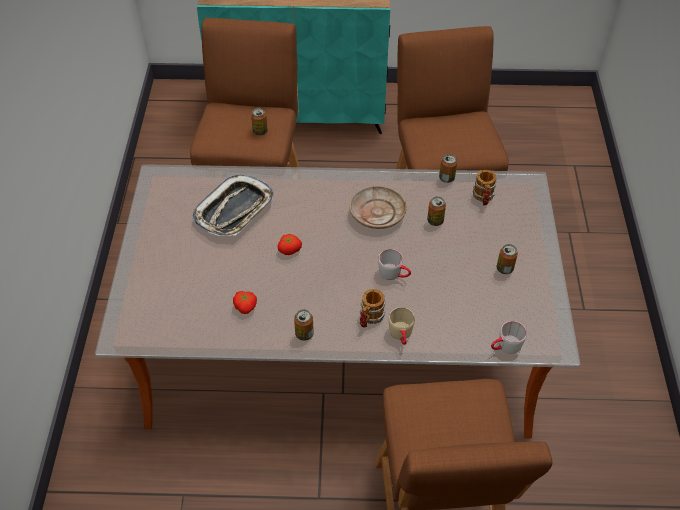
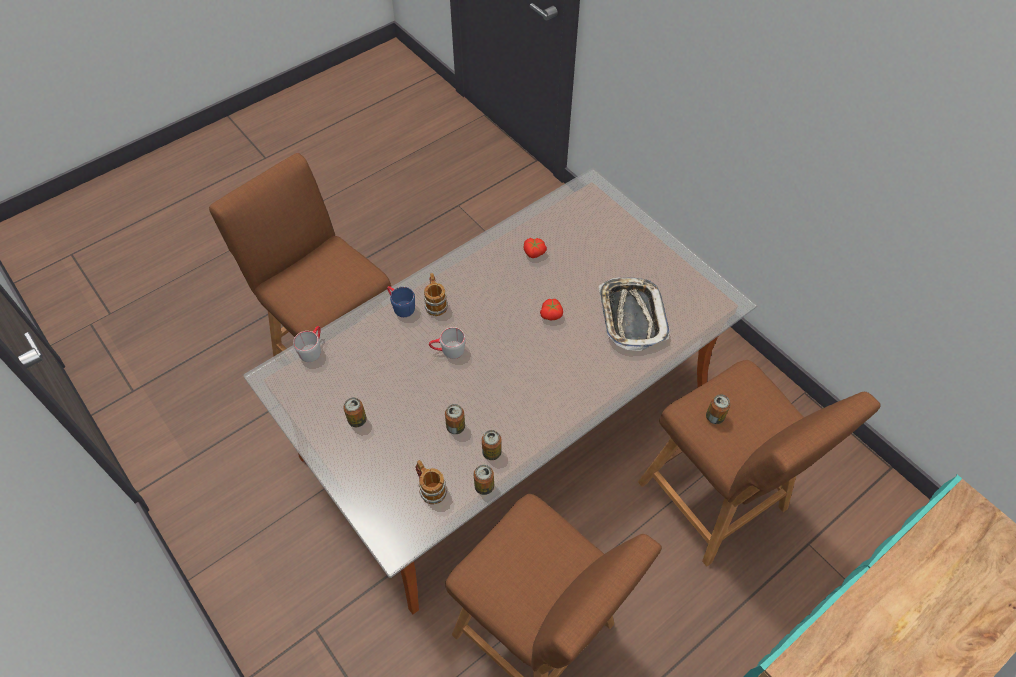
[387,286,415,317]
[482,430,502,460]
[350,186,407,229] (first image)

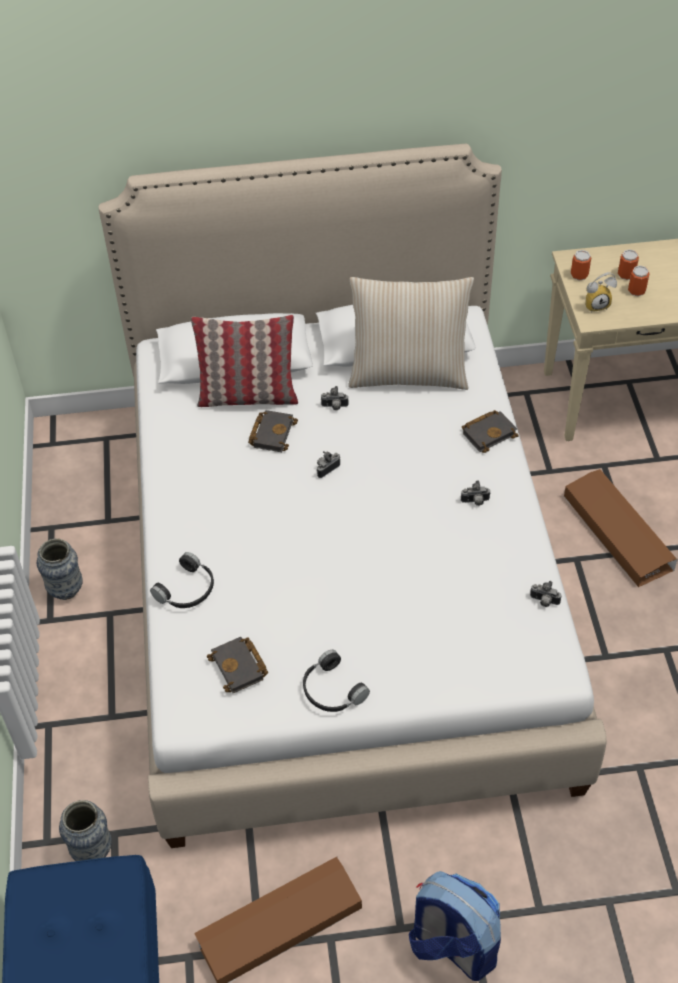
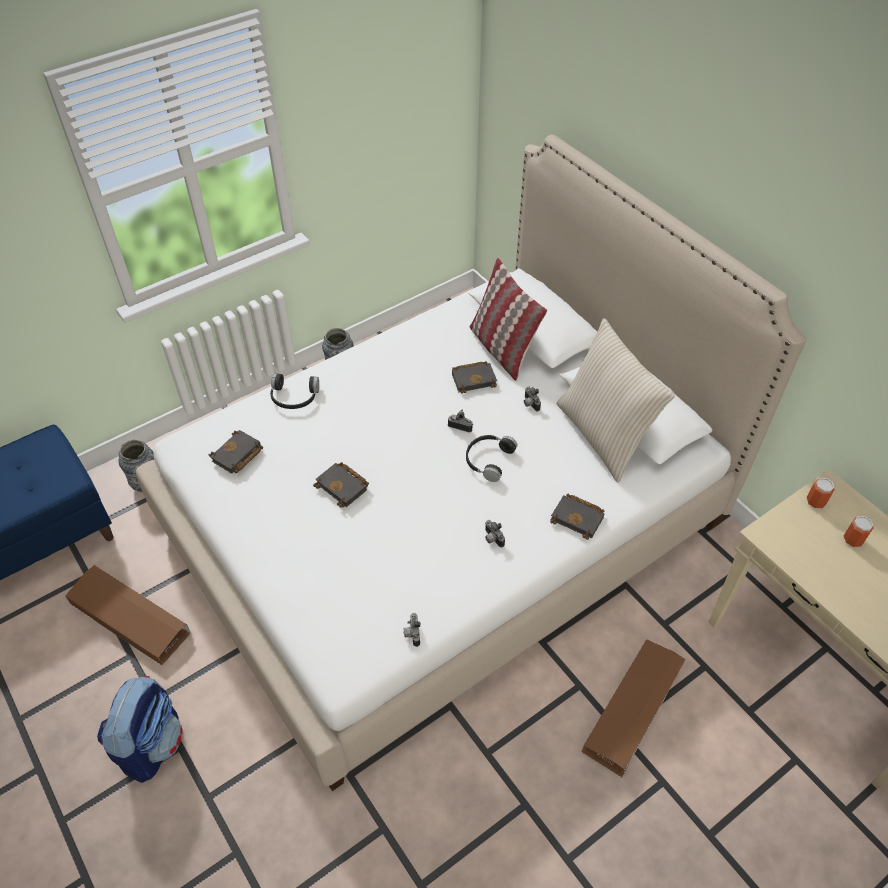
[313,462,369,508]
[466,435,518,482]
[585,272,617,313] (first image)
[628,266,650,296] (first image)

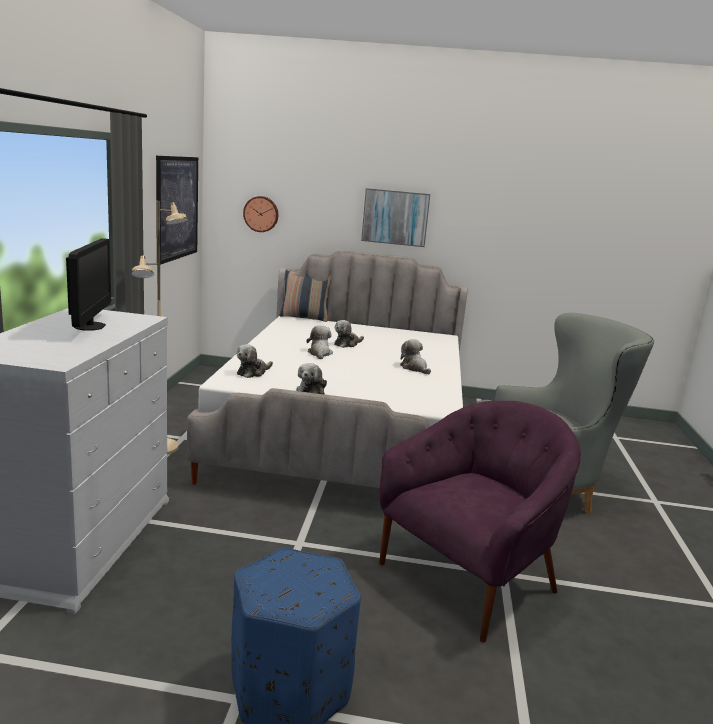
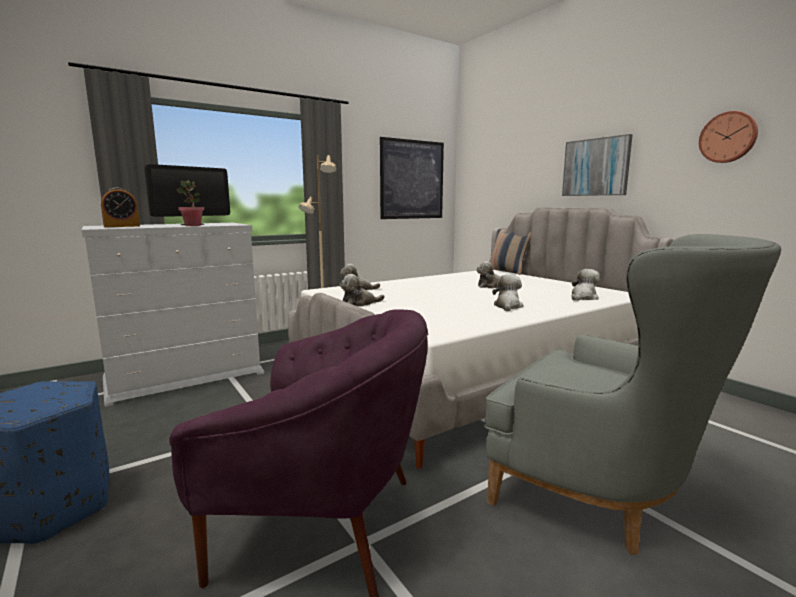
[101,188,140,227]
[177,180,204,226]
[572,269,600,301]
[699,111,758,163]

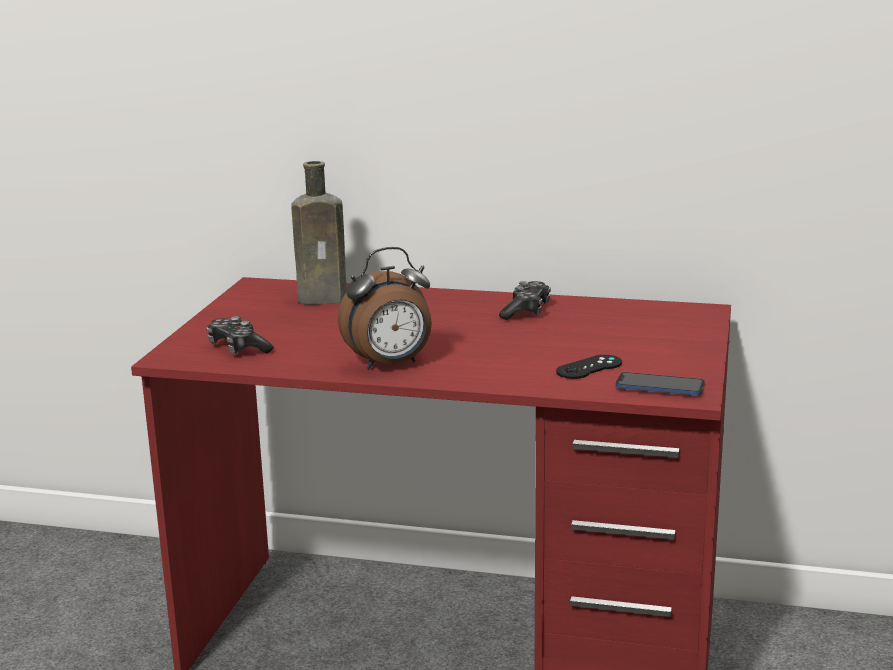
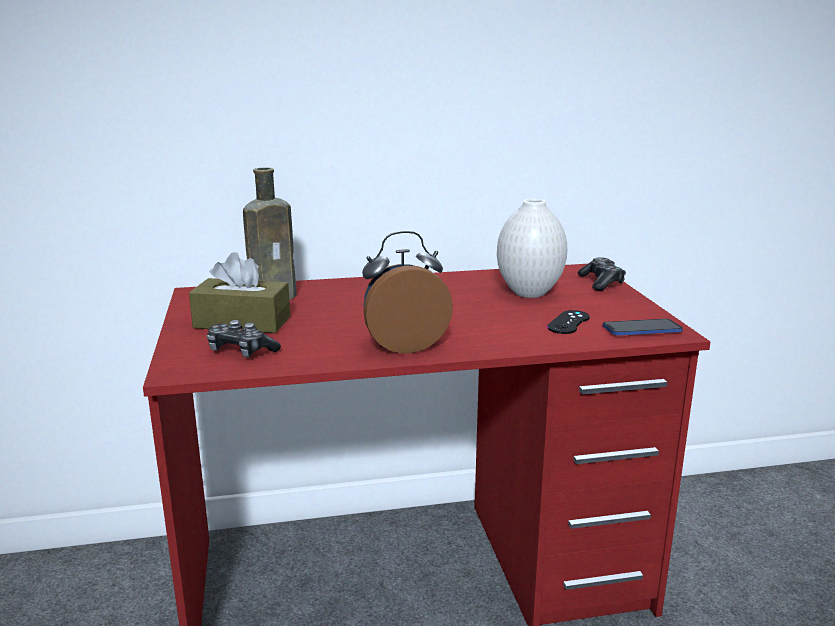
[189,252,290,333]
[362,231,453,353]
[497,198,567,298]
[578,258,626,291]

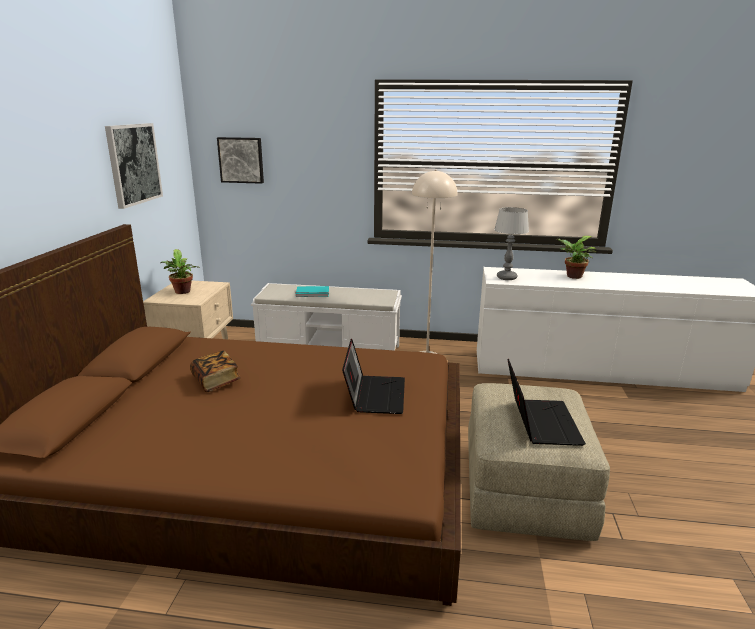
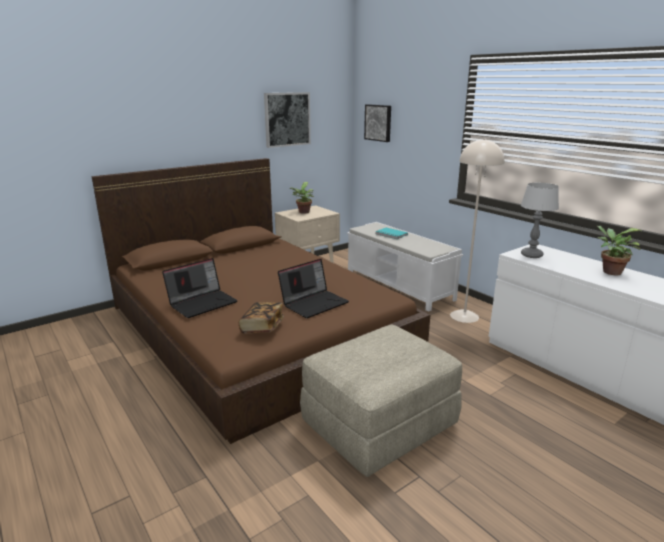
[162,258,238,318]
[239,302,284,334]

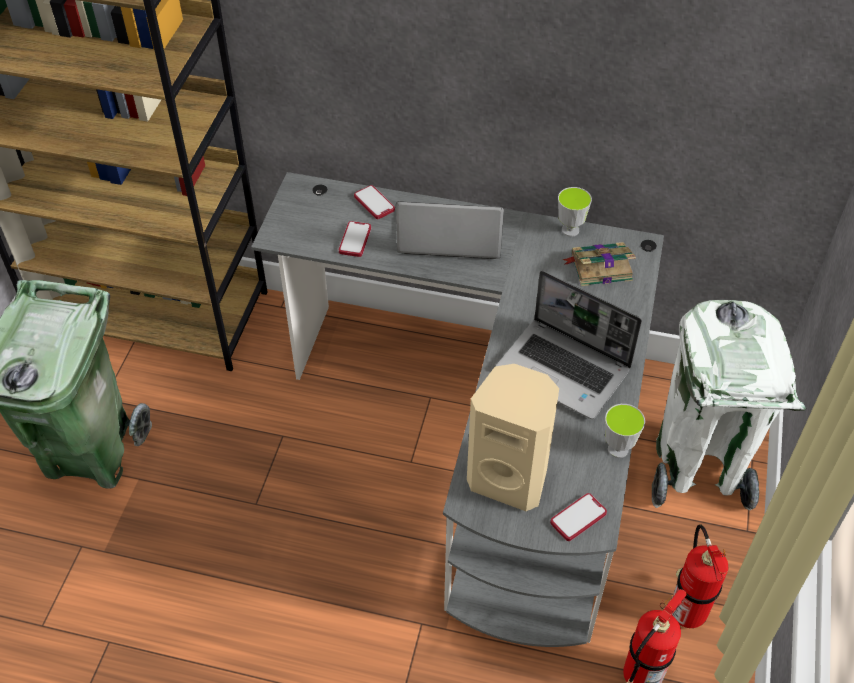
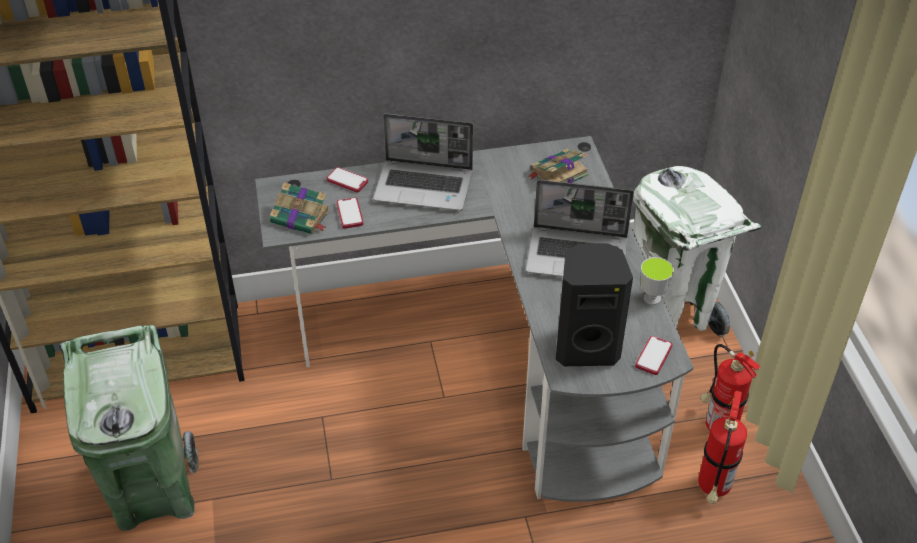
[270,182,330,234]
[373,114,473,211]
[556,243,633,366]
[558,187,592,237] (first image)

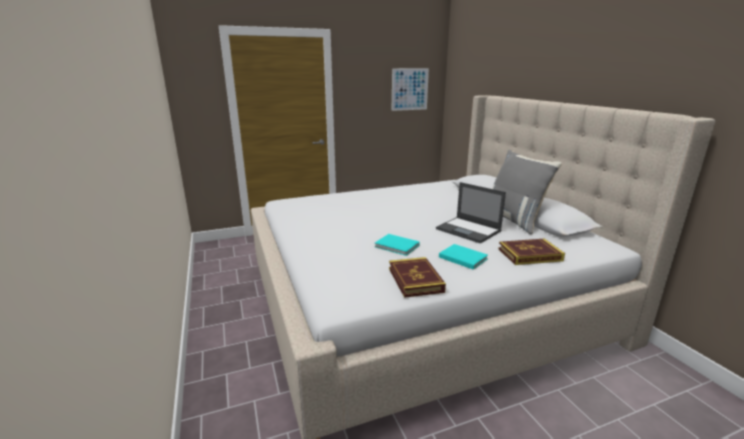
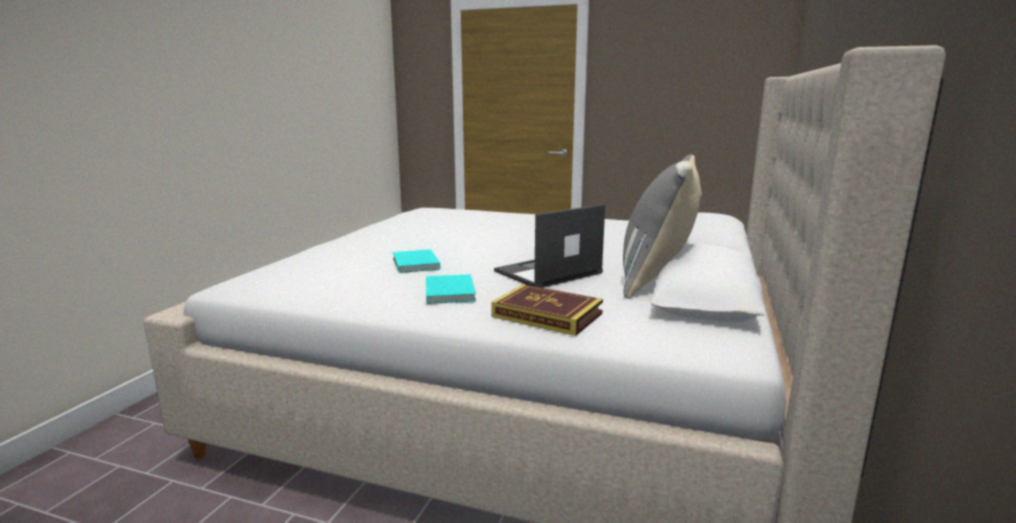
[494,204,605,288]
[389,257,446,298] (first image)
[392,68,429,111] (first image)

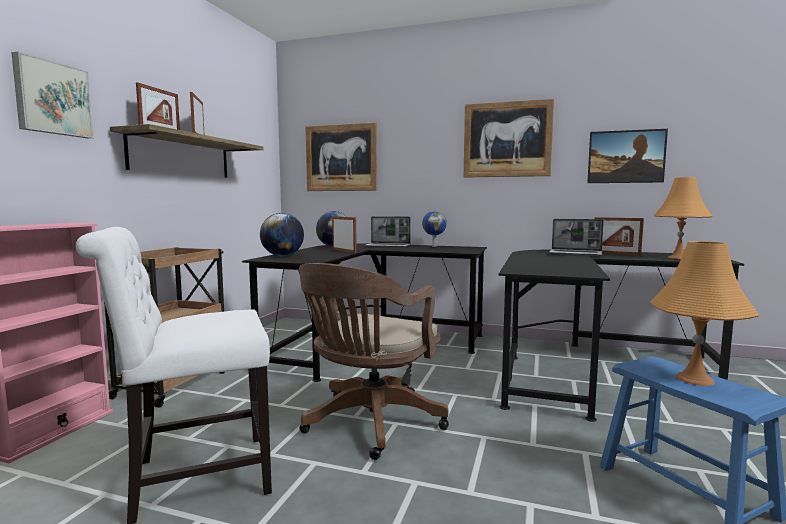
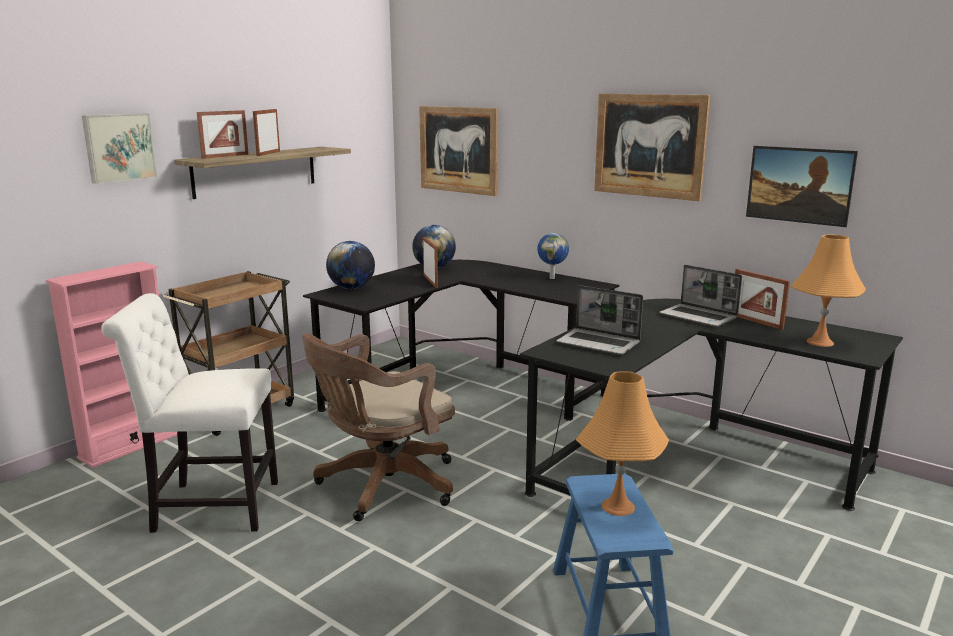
[556,285,643,355]

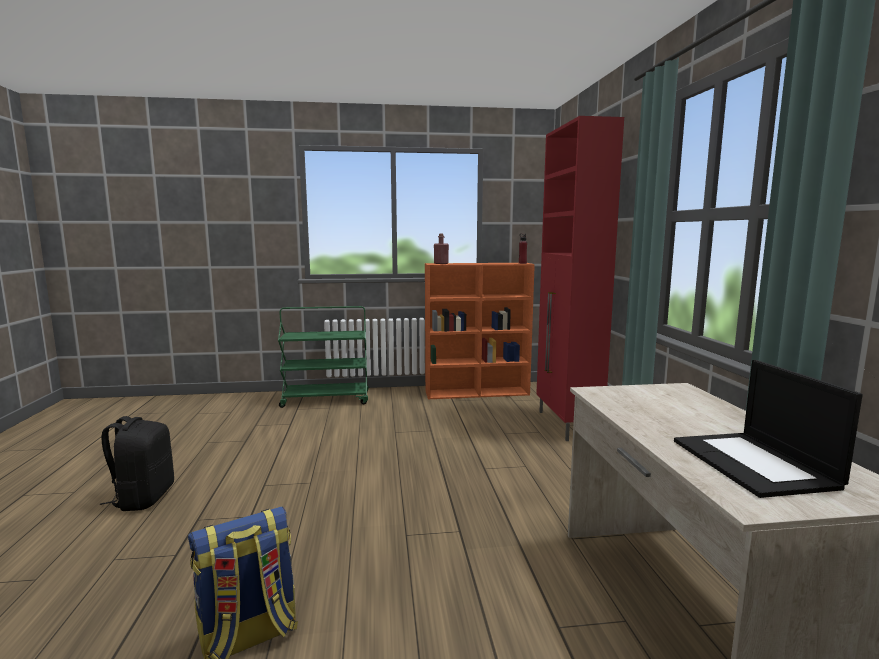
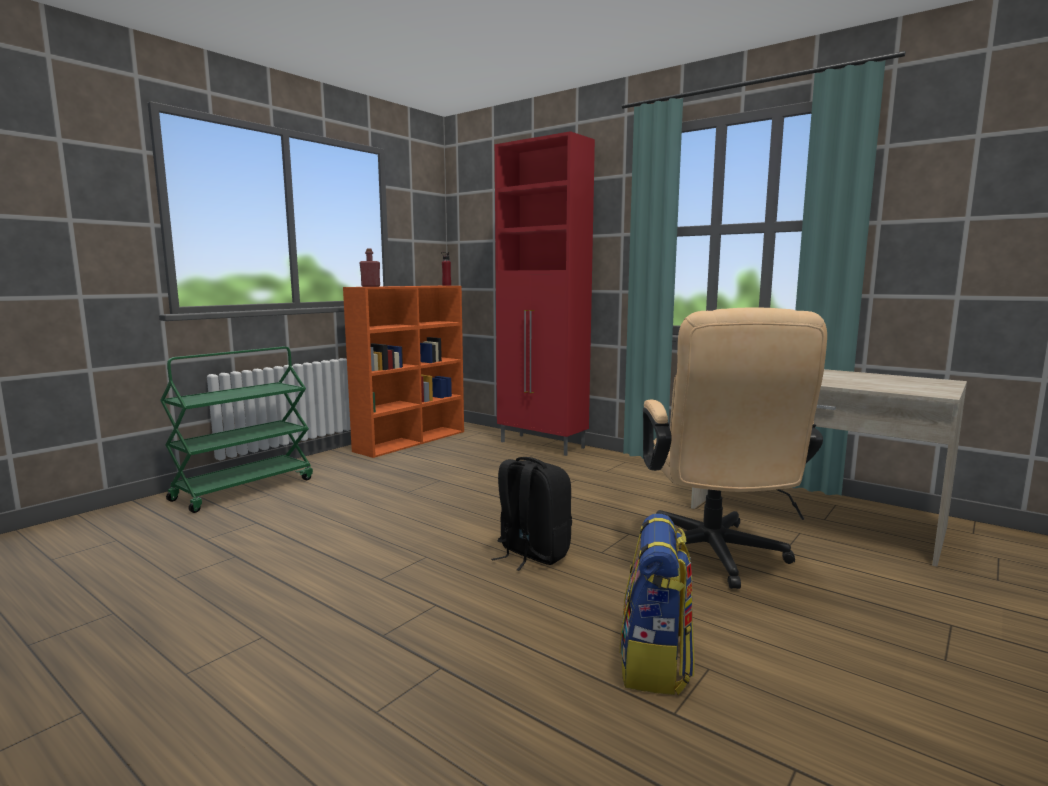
[491,457,572,571]
[643,308,827,589]
[674,360,863,498] (first image)

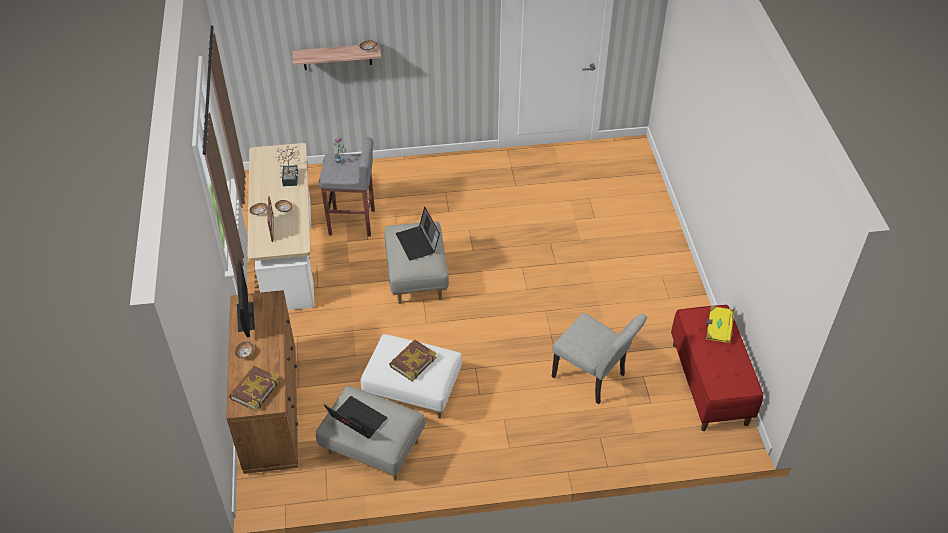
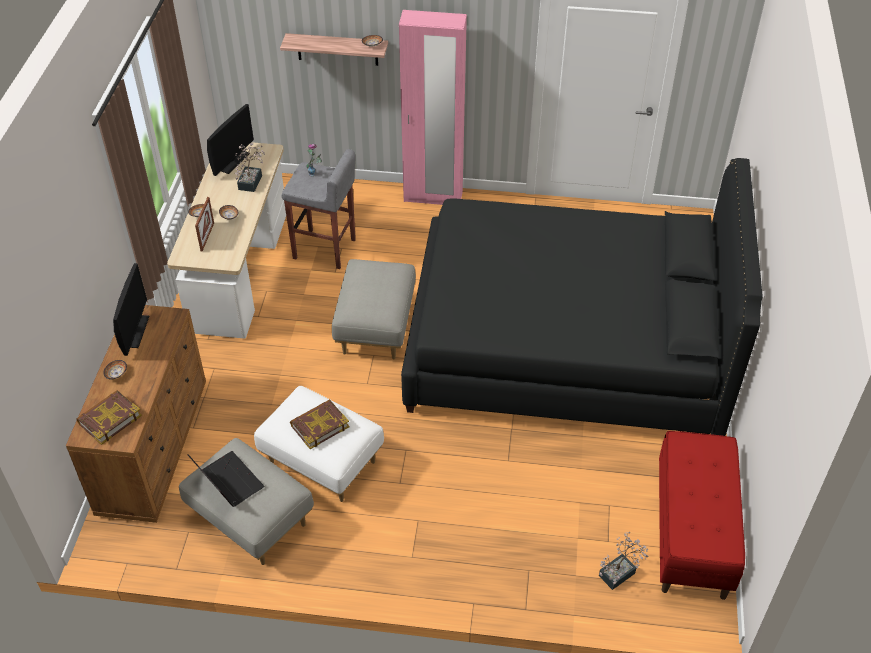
[207,104,254,176]
[399,10,467,205]
[401,158,763,436]
[599,532,649,590]
[396,207,440,260] (first image)
[552,313,647,404] (first image)
[706,305,735,343] (first image)

